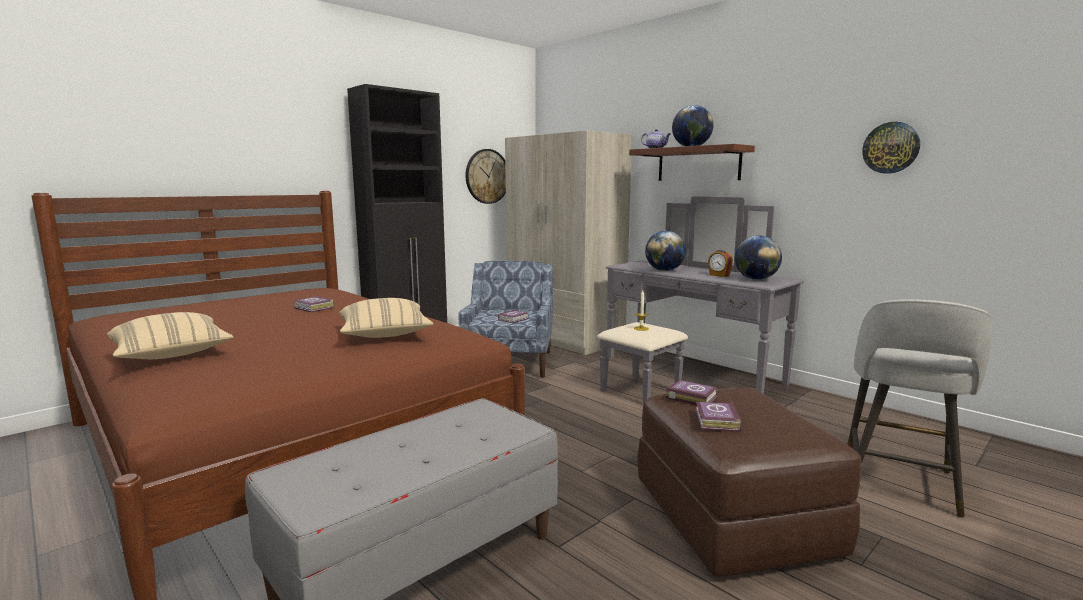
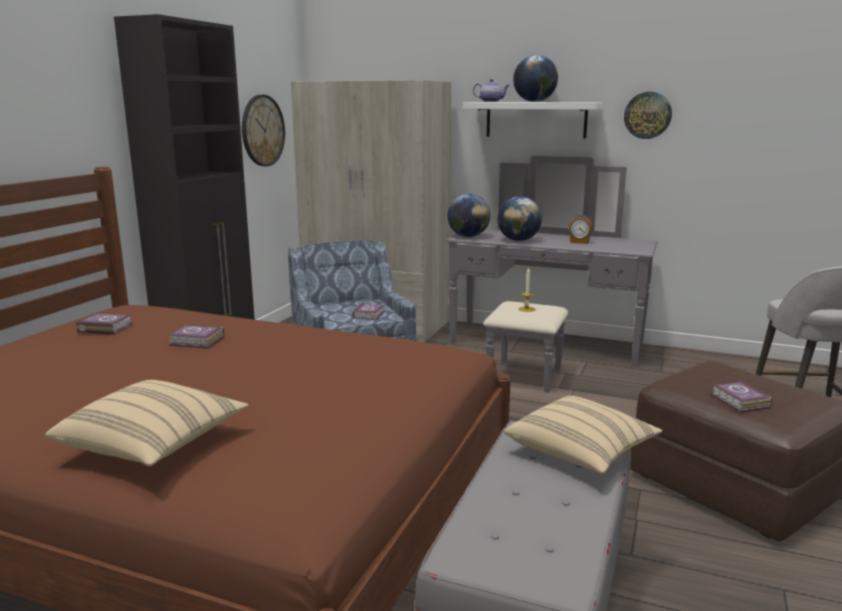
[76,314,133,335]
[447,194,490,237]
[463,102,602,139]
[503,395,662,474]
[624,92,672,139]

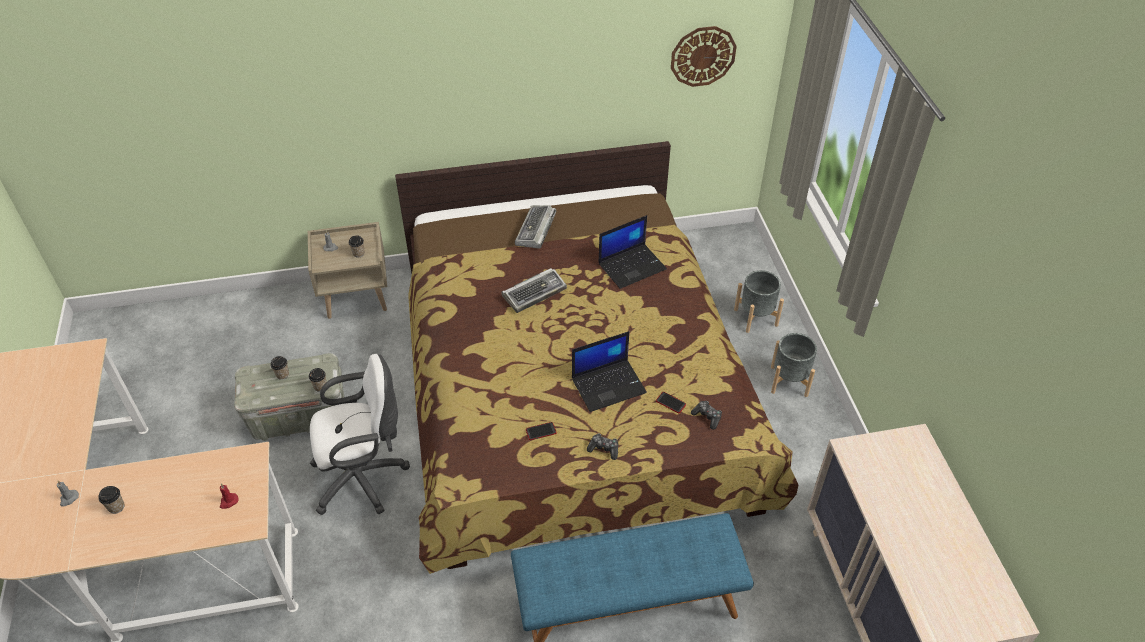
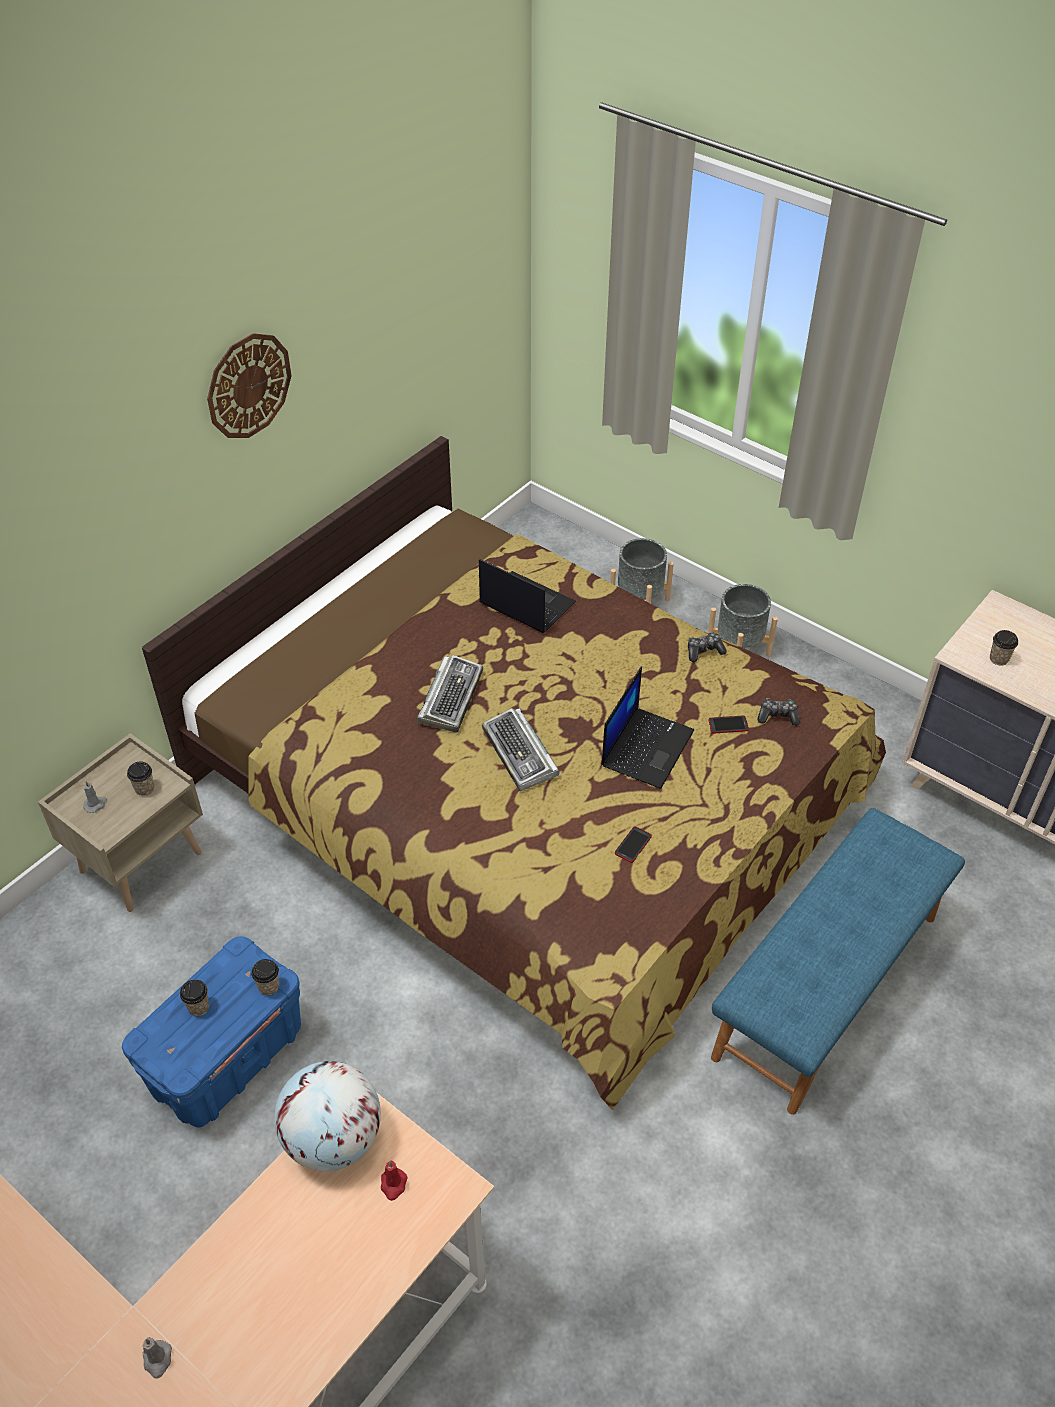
[122,936,301,1127]
[207,333,292,438]
[274,1061,381,1171]
[479,559,576,633]
[482,708,559,791]
[688,632,727,662]
[990,630,1018,666]
[310,354,410,515] (first image)

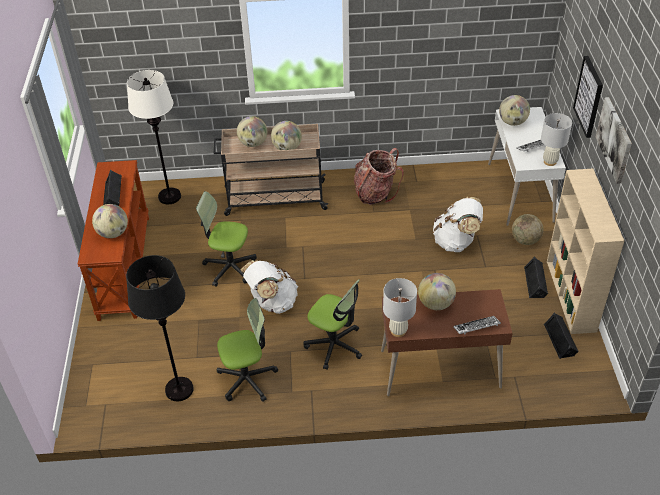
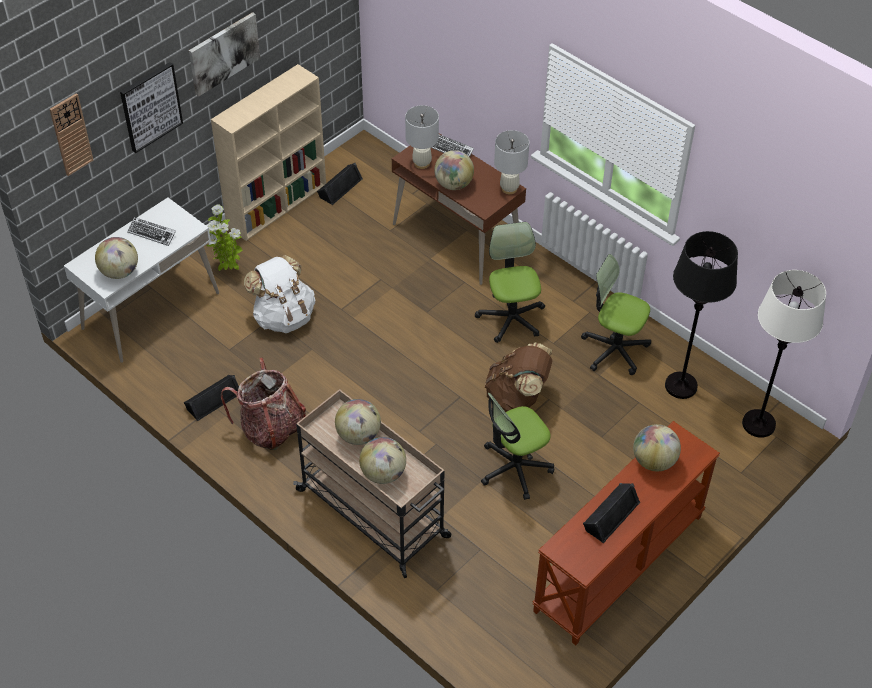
[50,93,93,176]
[184,375,239,421]
[207,204,242,271]
[405,105,439,169]
[481,393,554,500]
[485,343,552,412]
[742,270,826,438]

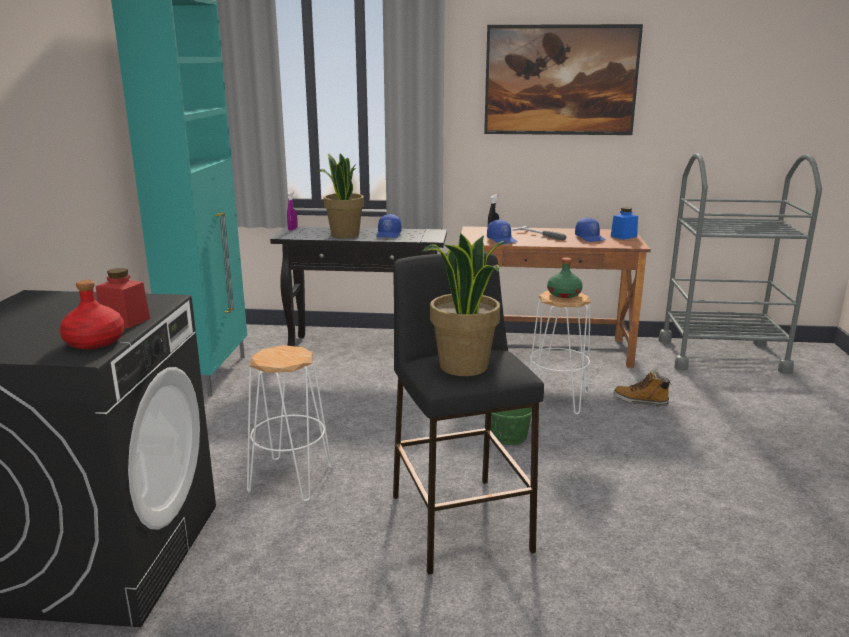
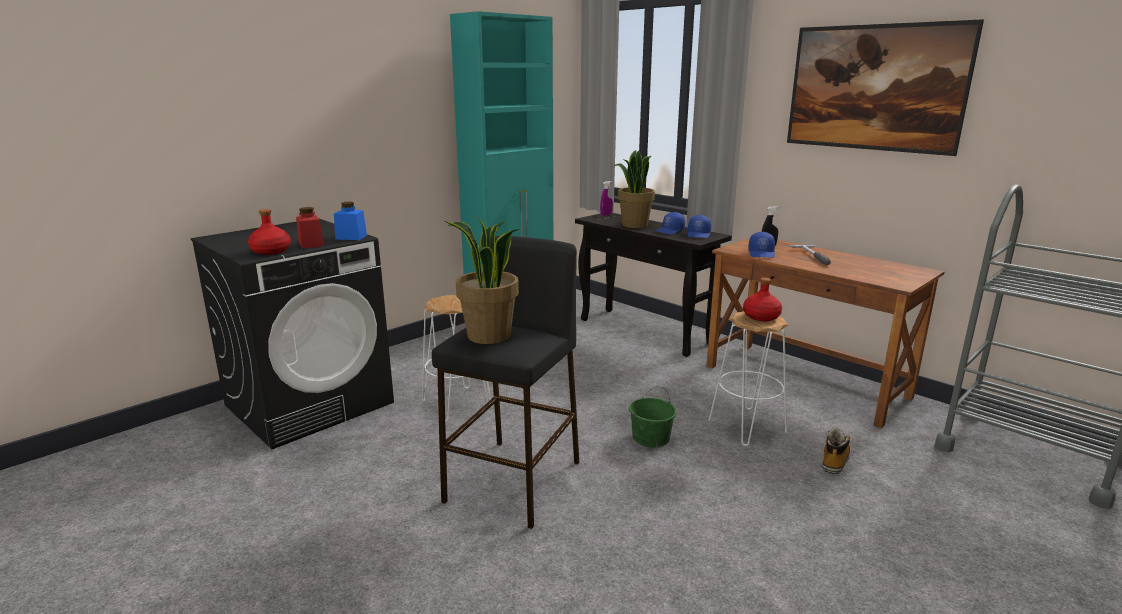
[334,202,367,240]
[687,215,711,238]
[743,277,782,321]
[822,428,850,474]

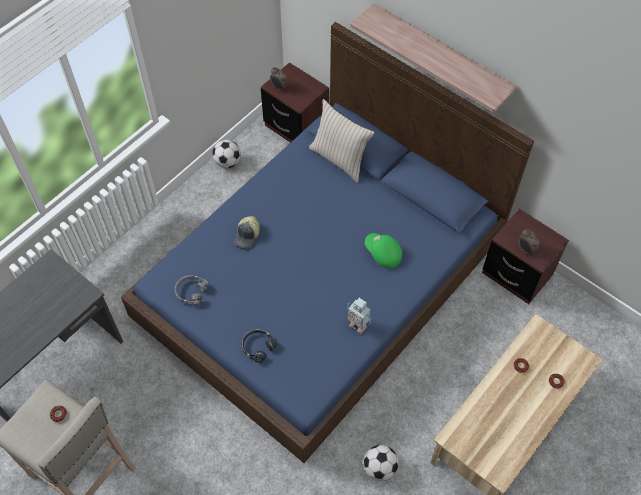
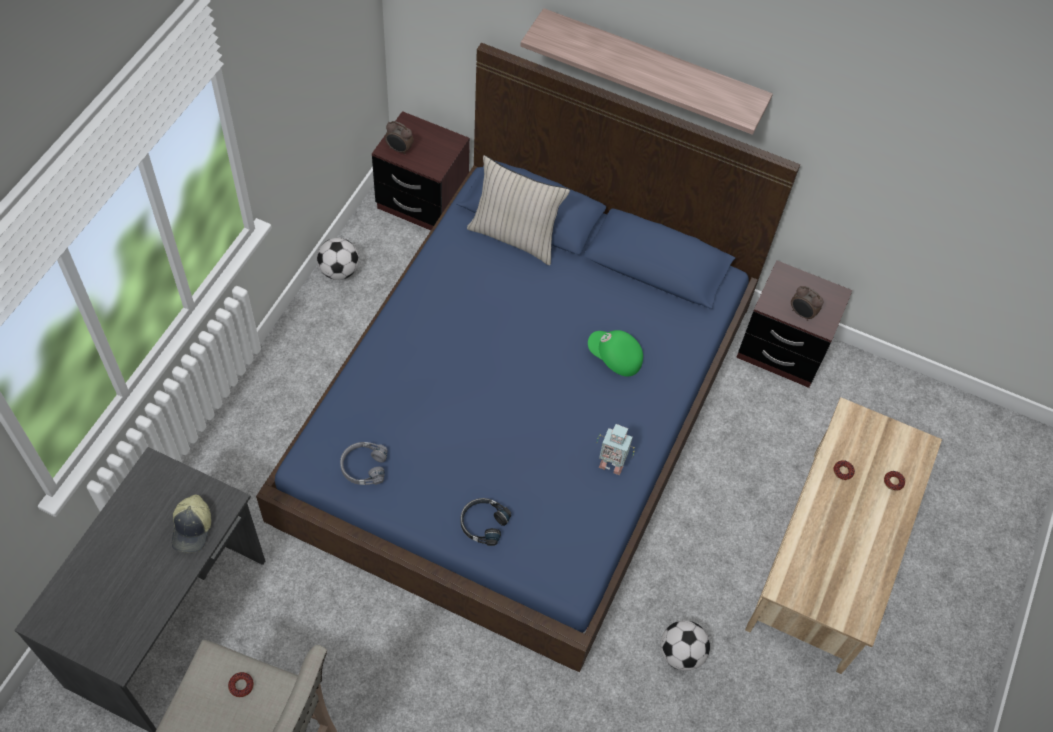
[172,495,211,553]

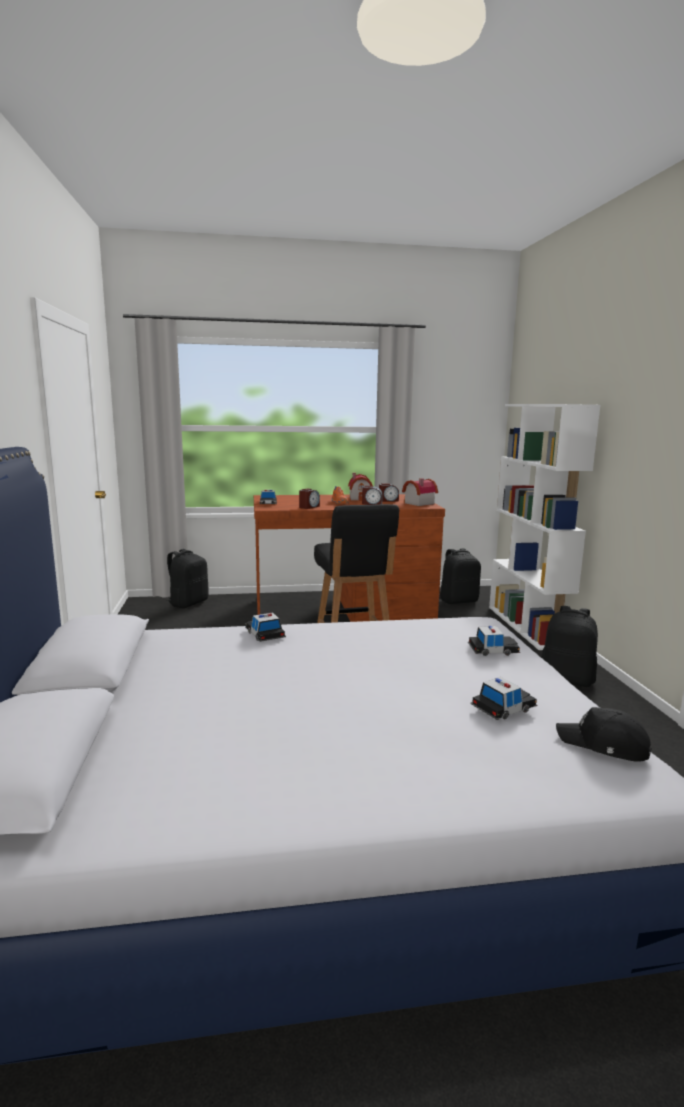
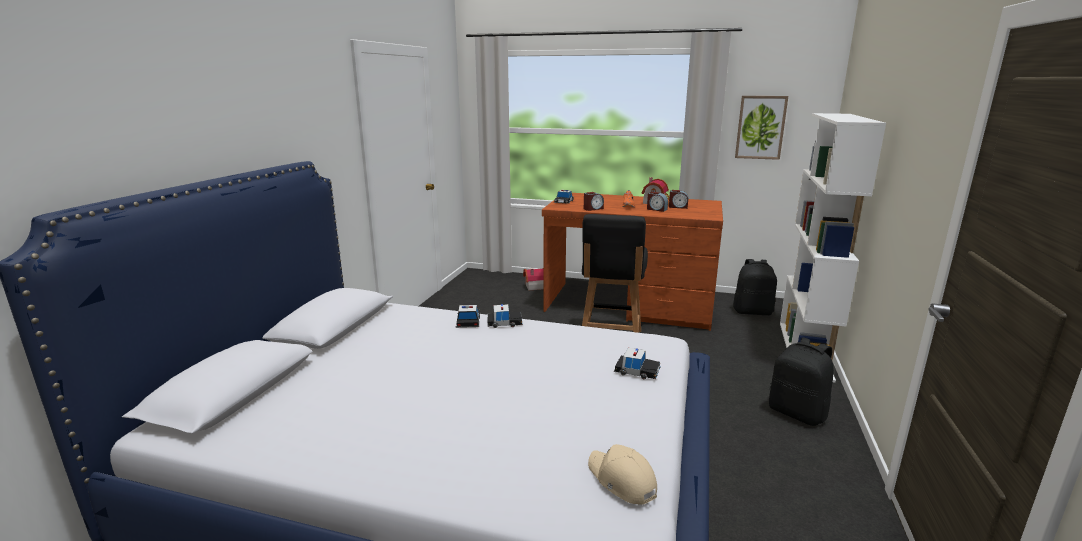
[487,304,523,328]
[523,268,544,290]
[588,444,657,504]
[735,96,788,160]
[165,549,209,608] (first image)

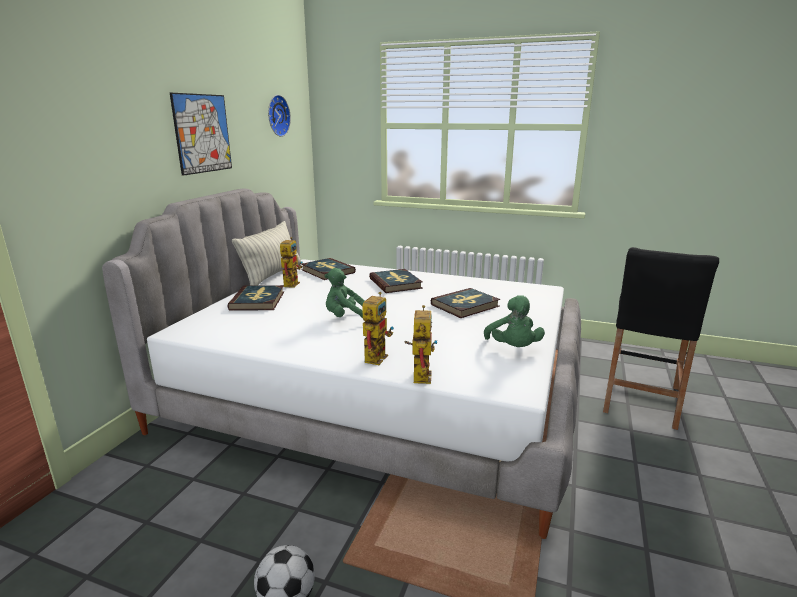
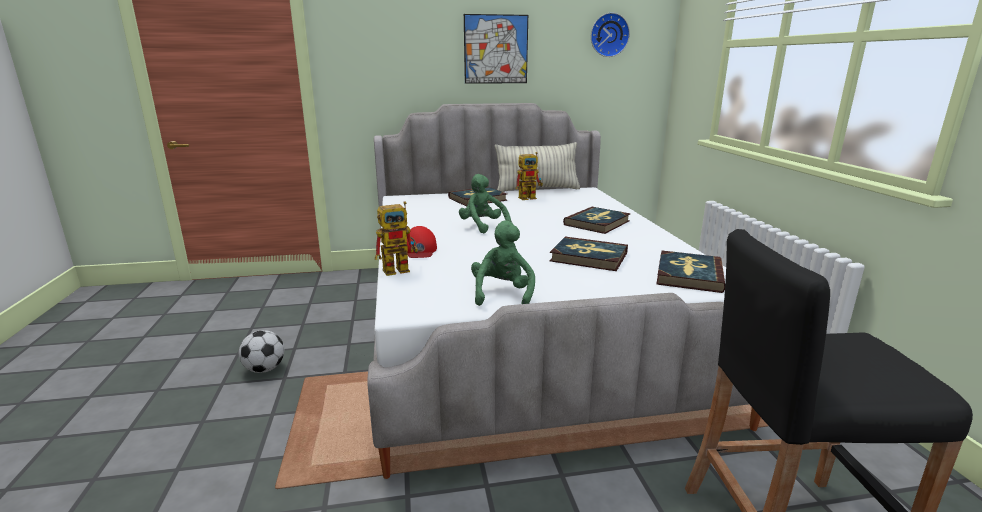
[406,226,437,258]
[471,221,535,306]
[656,251,725,293]

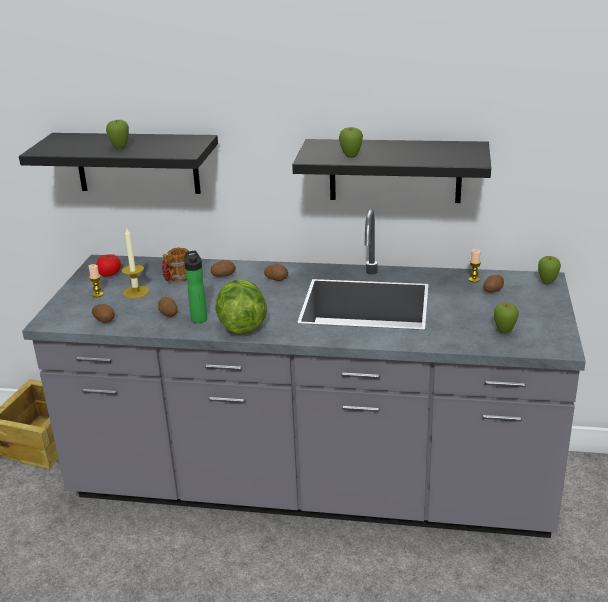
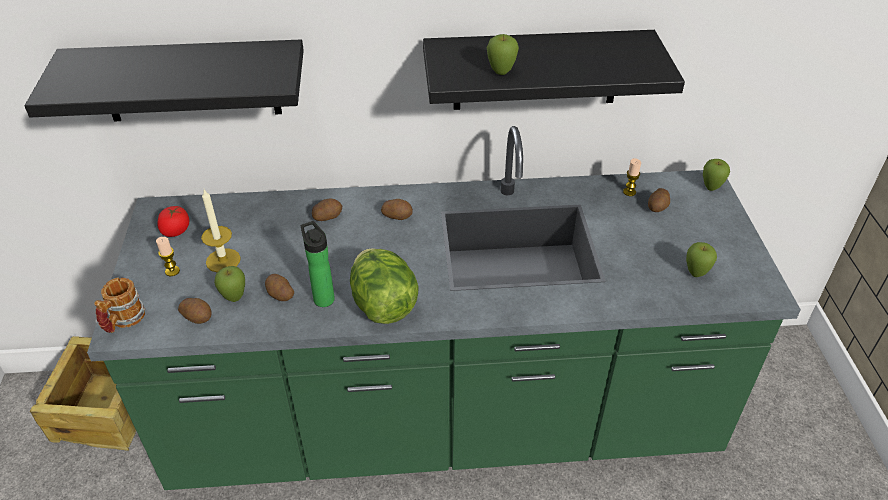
[87,126,801,490]
[94,277,145,333]
[214,266,245,302]

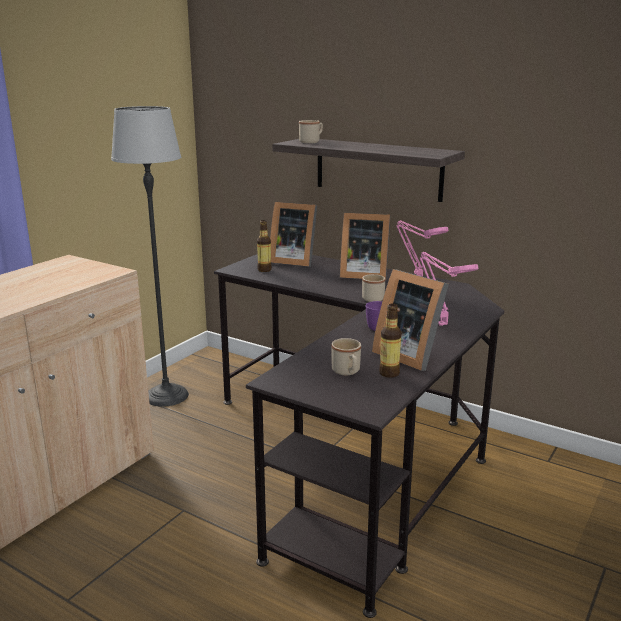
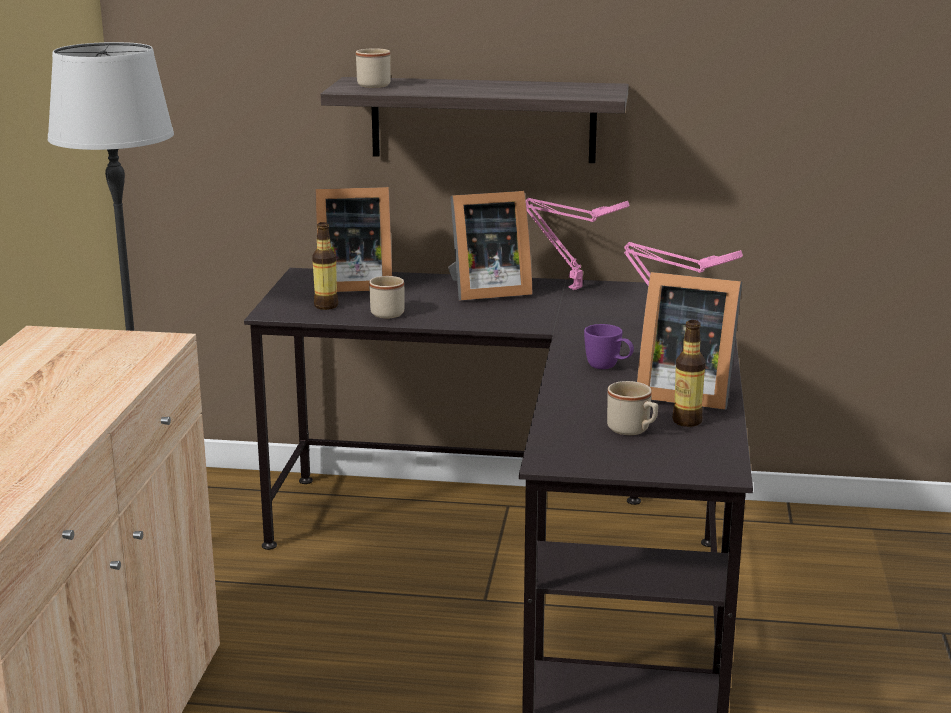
[369,276,404,319]

